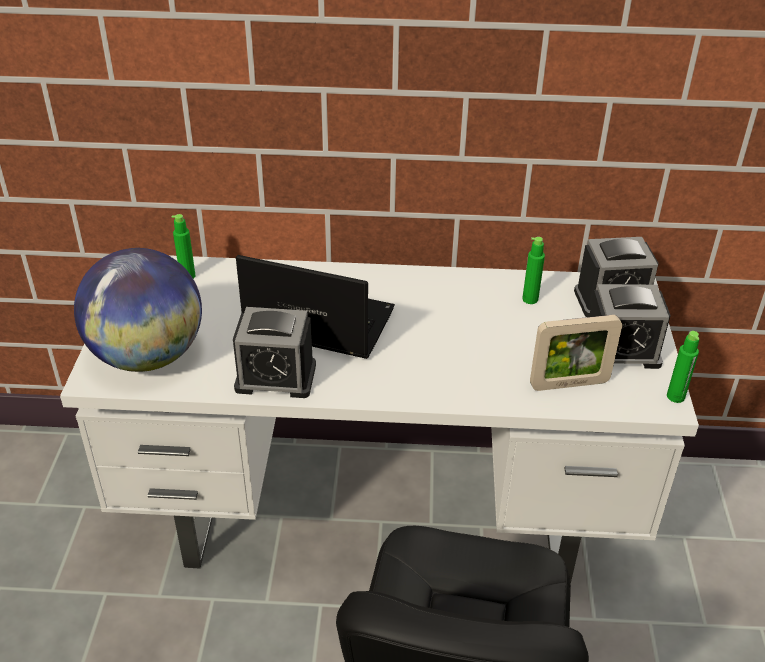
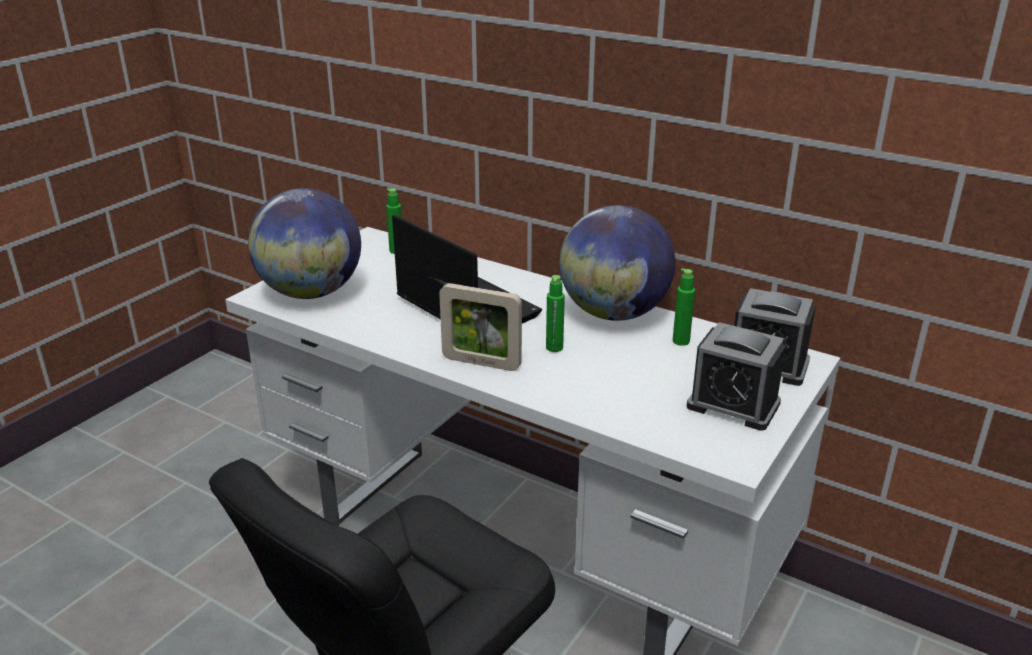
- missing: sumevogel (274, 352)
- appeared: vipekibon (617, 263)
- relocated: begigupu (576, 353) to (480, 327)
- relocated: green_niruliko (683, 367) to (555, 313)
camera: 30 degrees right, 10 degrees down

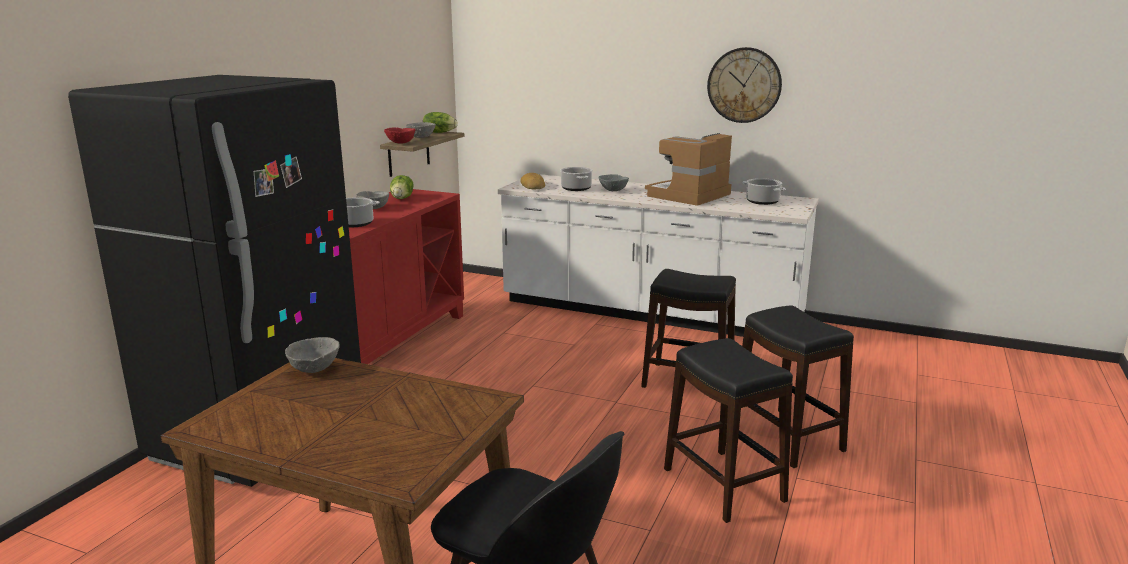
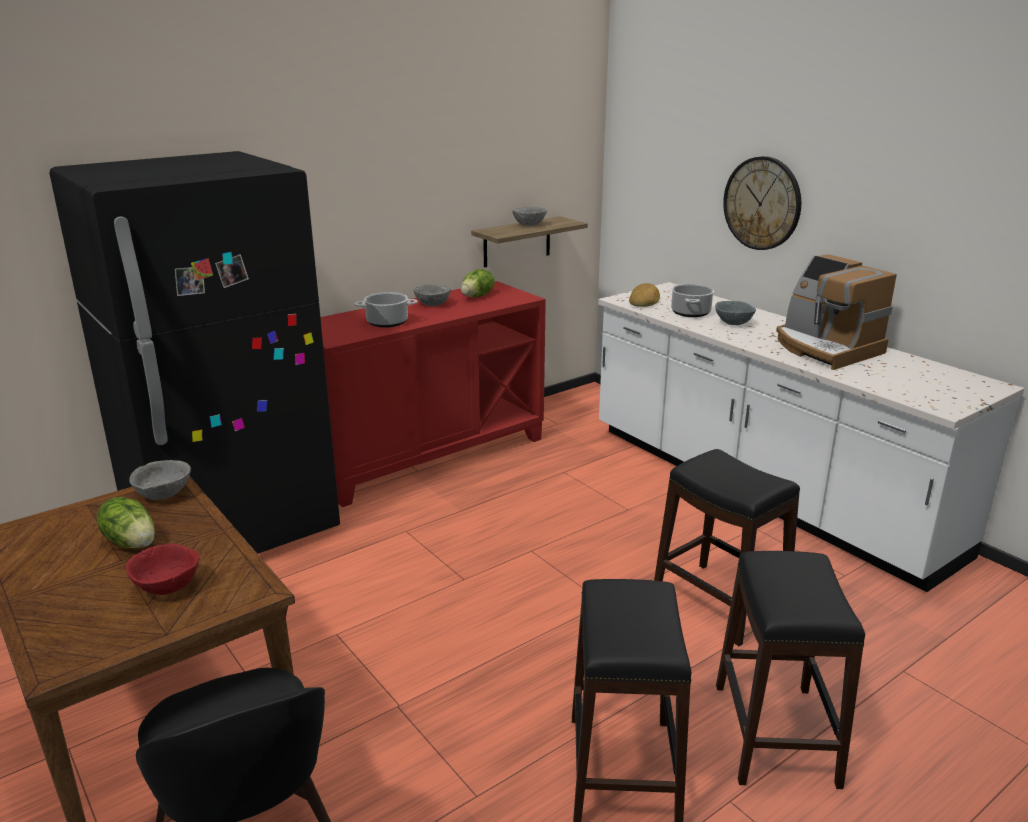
- missing: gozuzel (764, 191)
- relocated: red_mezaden (399, 135) to (162, 569)
- relocated: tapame (440, 122) to (126, 522)
- relocated: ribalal (744, 85) to (762, 203)
- spun: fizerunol (688, 169) = (836, 312) 105 degrees counterclockwise
camera: 30 degrees right, 5 degrees up

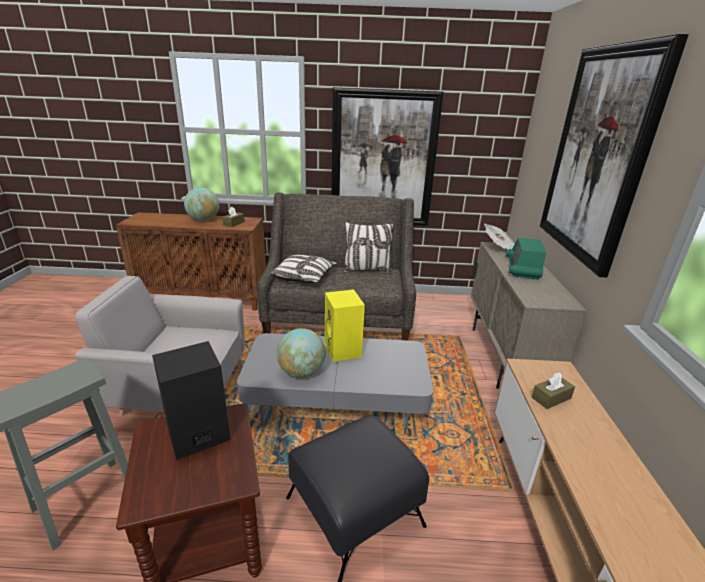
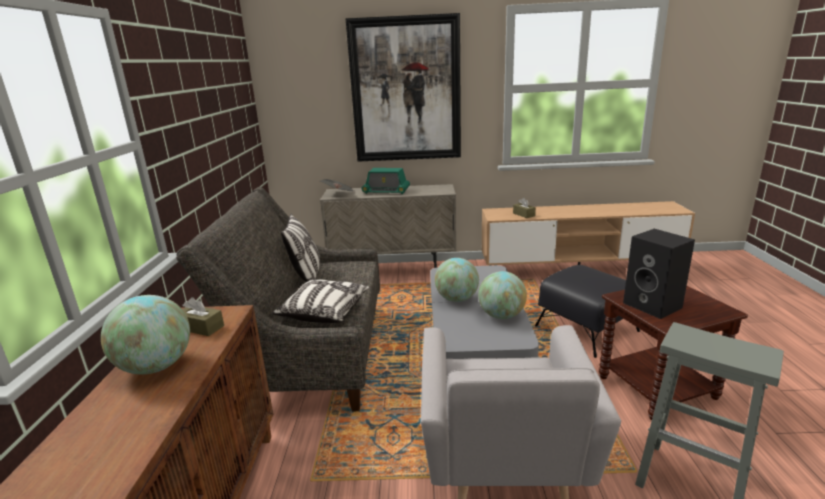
- missing: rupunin (388, 156)
- exchanged: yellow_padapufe (345, 325) to vipekibon (457, 280)
camera: 90 degrees left, 5 degrees down

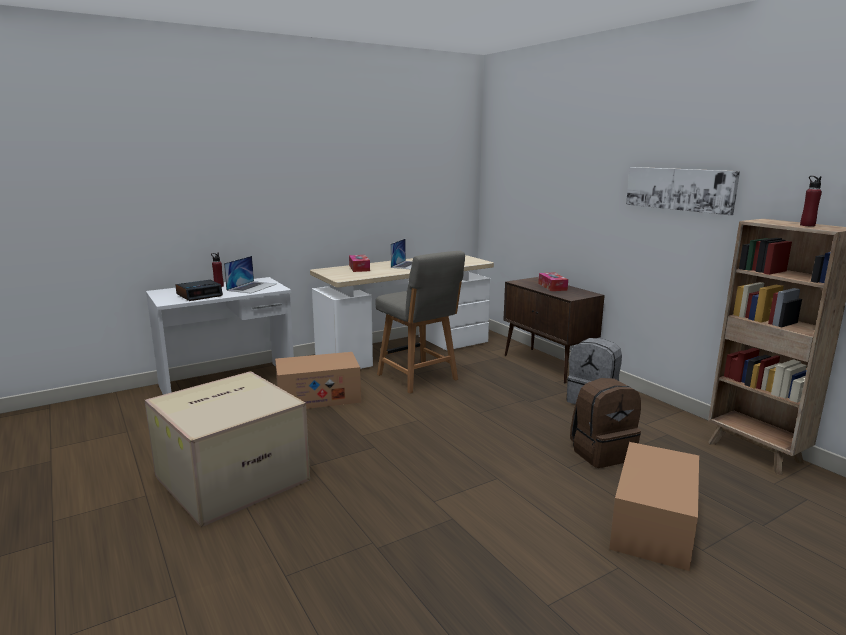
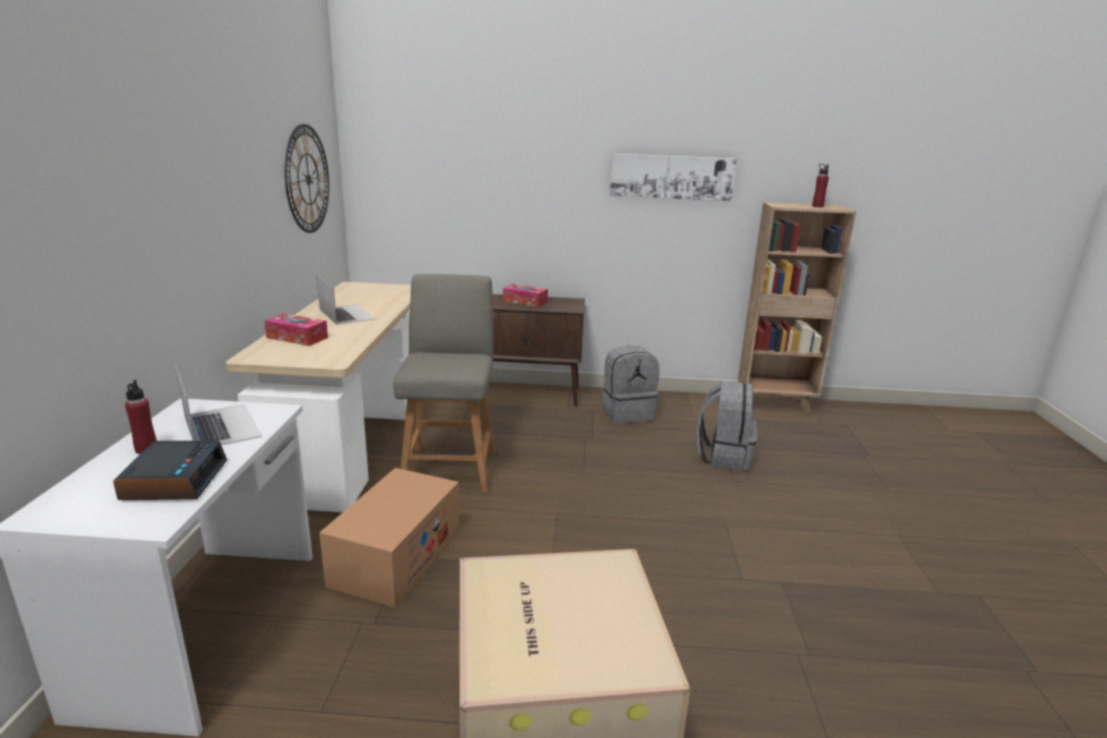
- missing: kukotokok (654, 506)
- appeared: ribalal (307, 178)
- colour: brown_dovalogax (605, 423) to grey_dovalogax (727, 425)
- spun: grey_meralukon (420, 322) = (443, 383) 90 degrees counterclockwise
camera: 55 degrees left, 5 degrees up

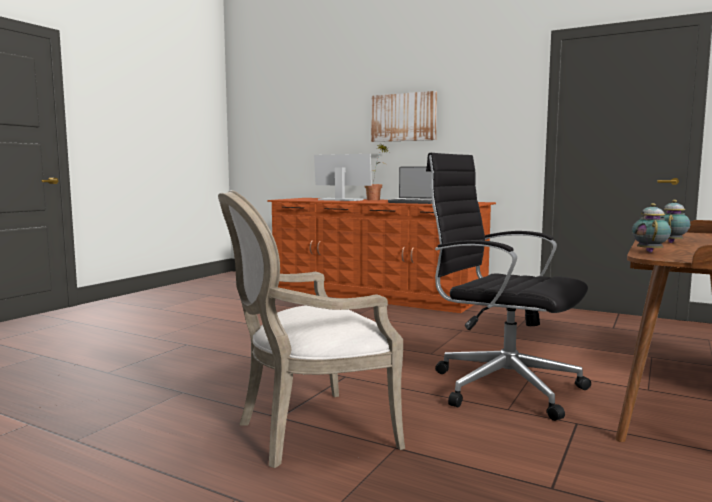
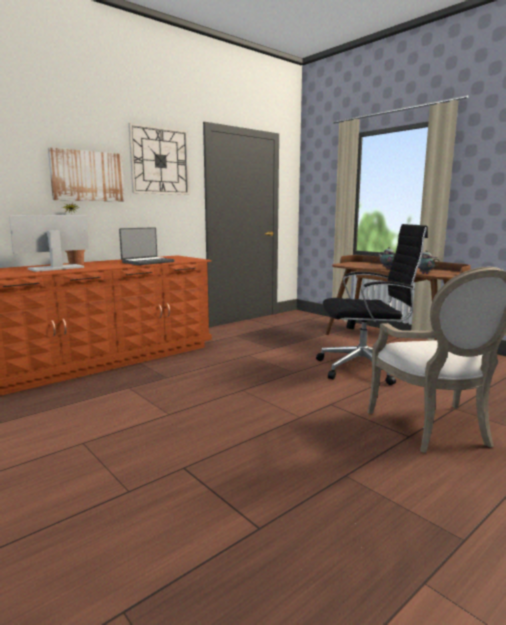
- appeared: ribalal (159, 159)
- spun: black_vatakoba (508, 287) = (372, 304) 150 degrees counterclockwise
camera: 70 degrees left, 5 degrees up

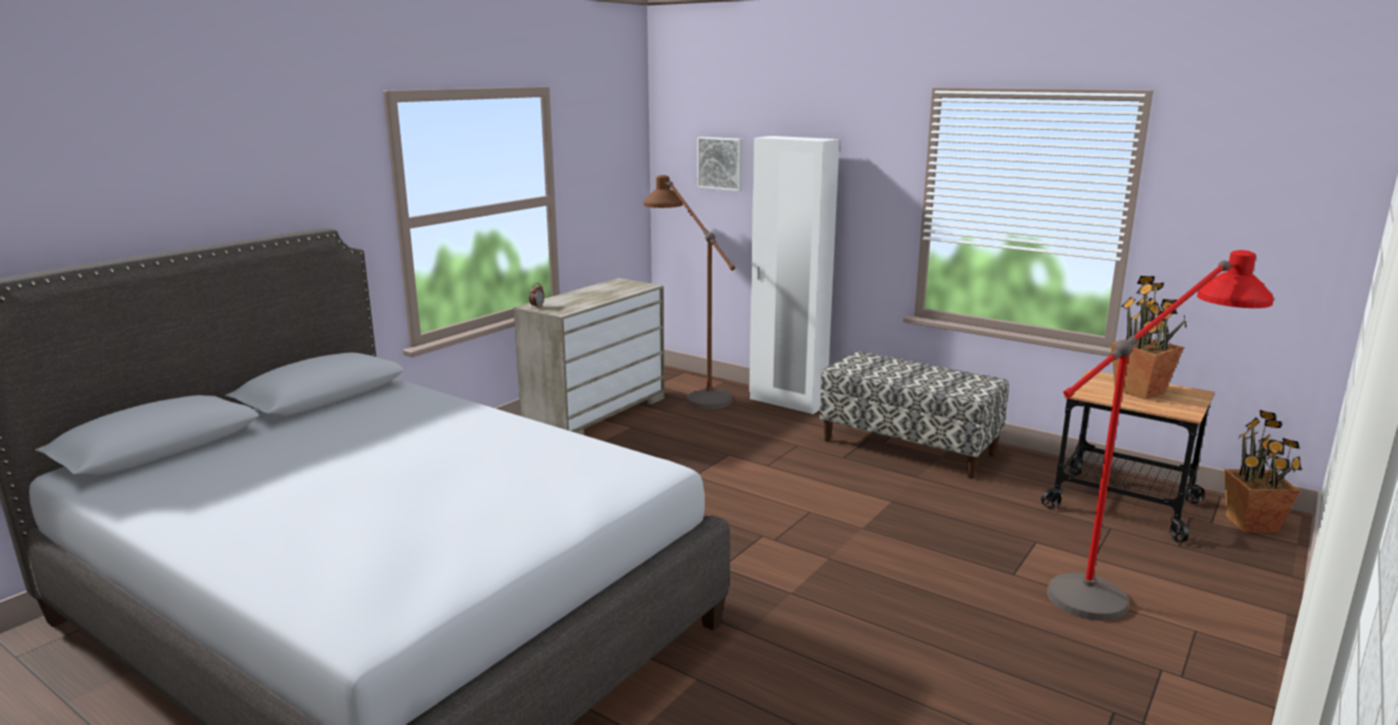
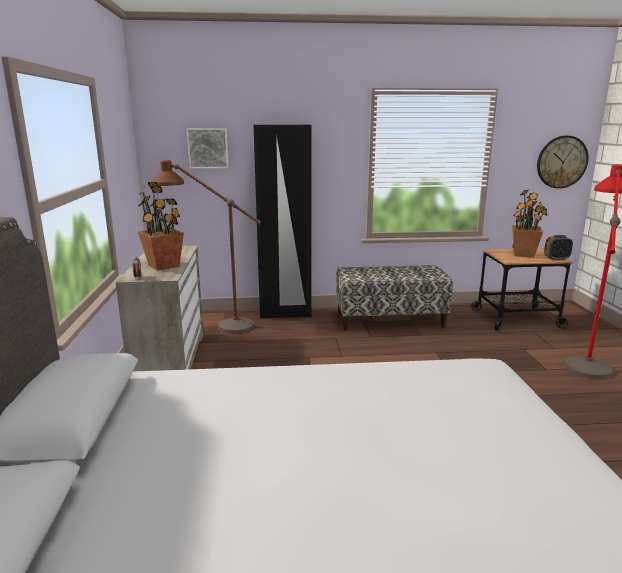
- appeared: ribalal (563, 162)
- appeared: sumevogel (558, 247)
- relocated: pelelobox (1263, 471) to (161, 226)
- colour: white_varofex (794, 275) to black_varofex (282, 222)
camera: 40 degrees left, 0 degrees up

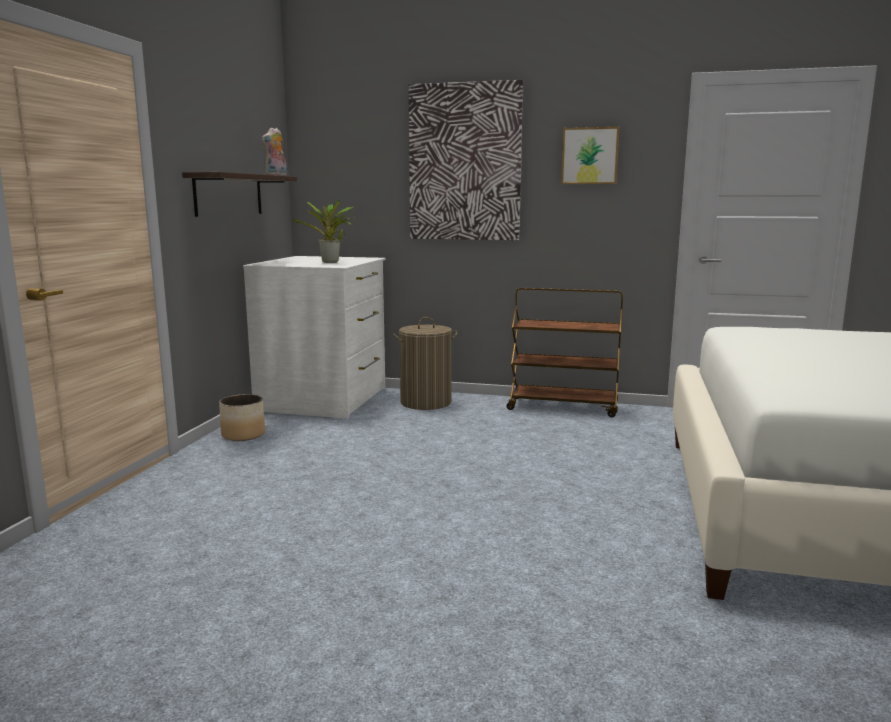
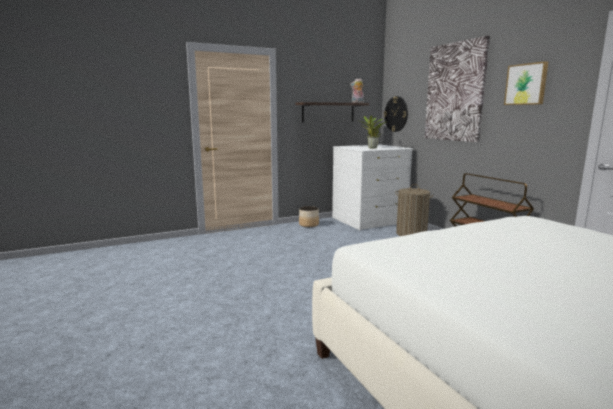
- appeared: ribalal (396, 114)
camera: 50 degrees right, 0 degrees up

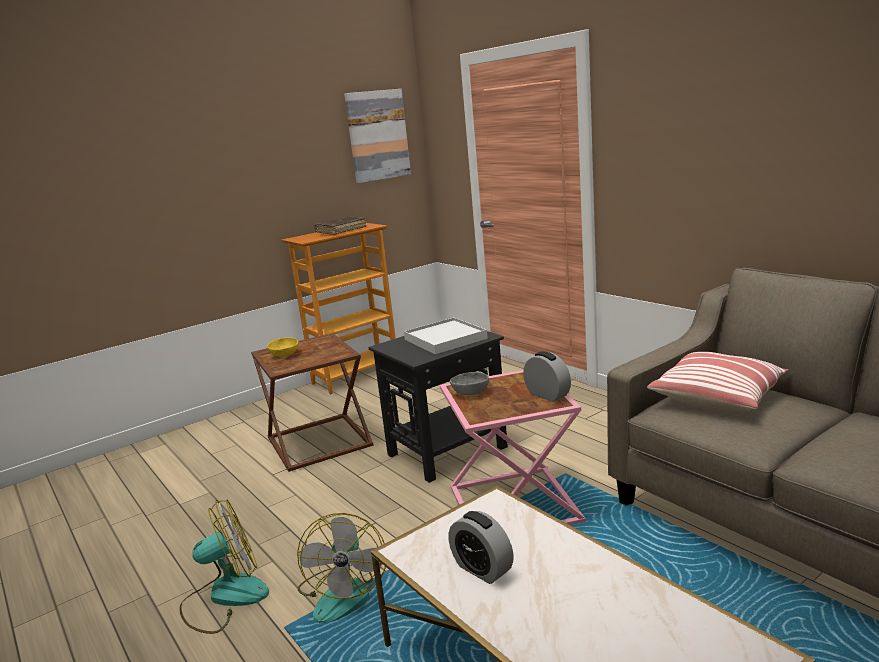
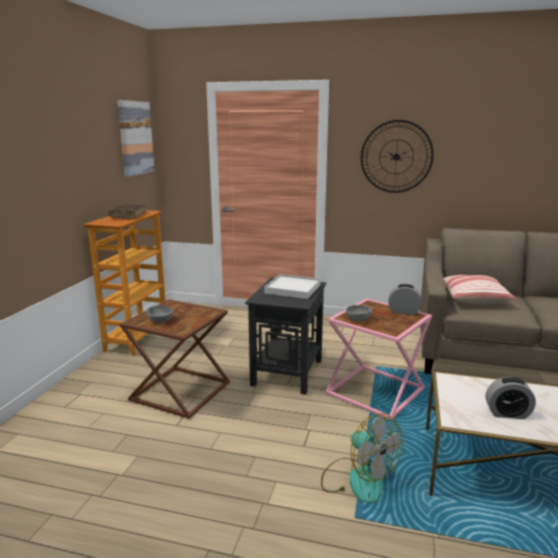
- missing: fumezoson (224, 566)
- appeared: ribalal (397, 156)
- colour: yellow_mezaden (282, 347) to grey_mezaden (160, 314)
camera: 40 degrees left, 0 degrees up

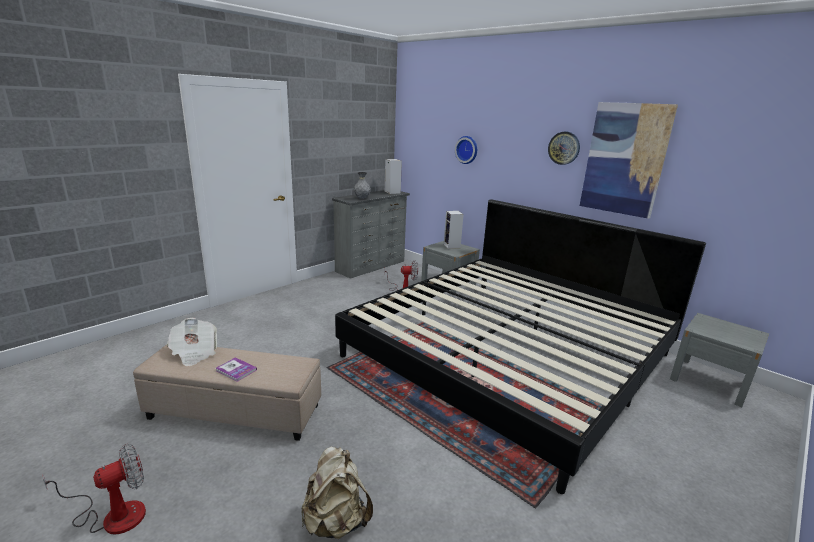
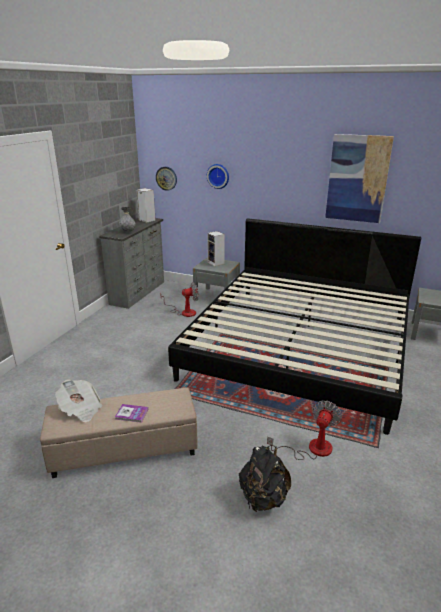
- relocated: fumezoson (94, 489) to (304, 430)
- relocated: ribalal (564, 148) to (166, 179)
- colour: beige_dovalogax (337, 493) to black_dovalogax (265, 478)
camera: 20 degrees left, 5 degrees up

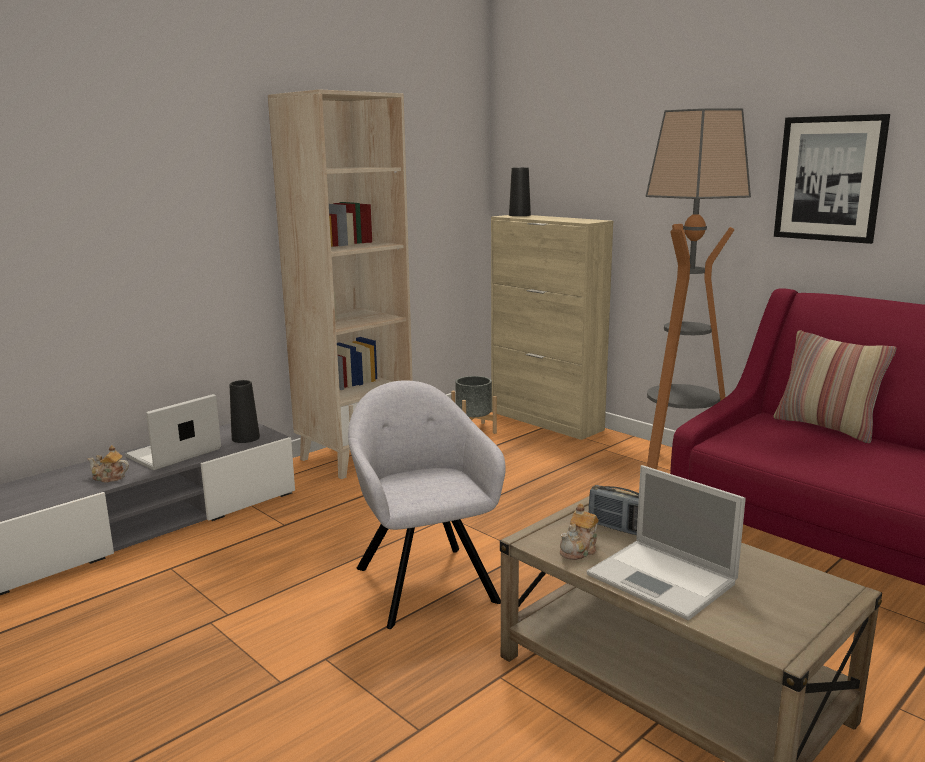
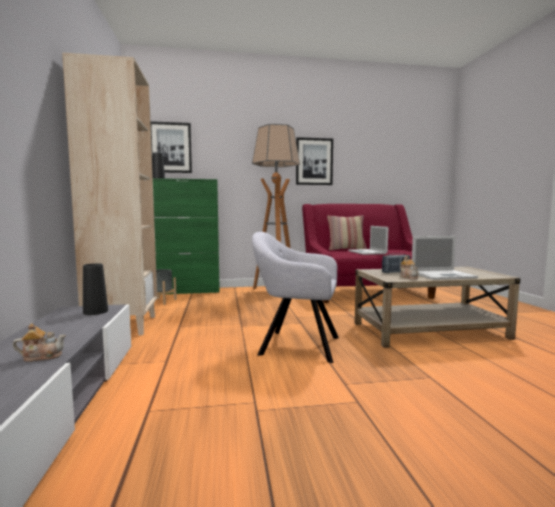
- appeared: rupunin (171, 147)
- relocated: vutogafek (173, 432) to (368, 240)
- colour: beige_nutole (552, 327) to green_nutole (186, 236)
- spun: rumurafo (108, 464) = (39, 342) 150 degrees counterclockwise
camera: 55 degrees left, 10 degrees down

